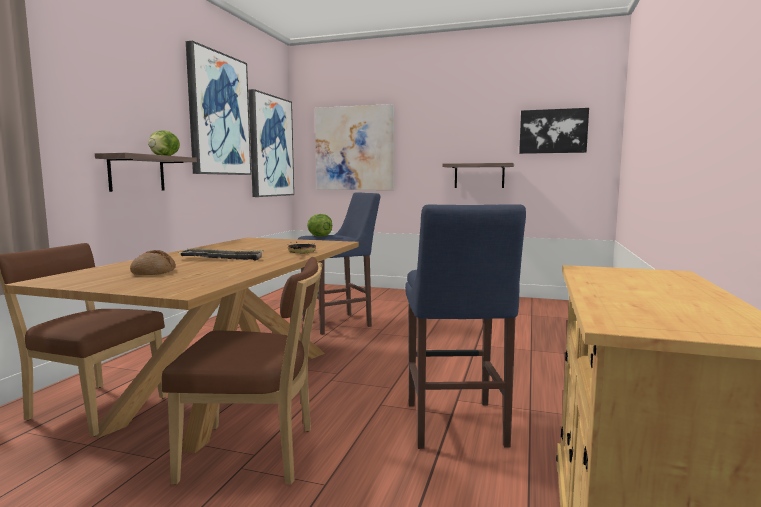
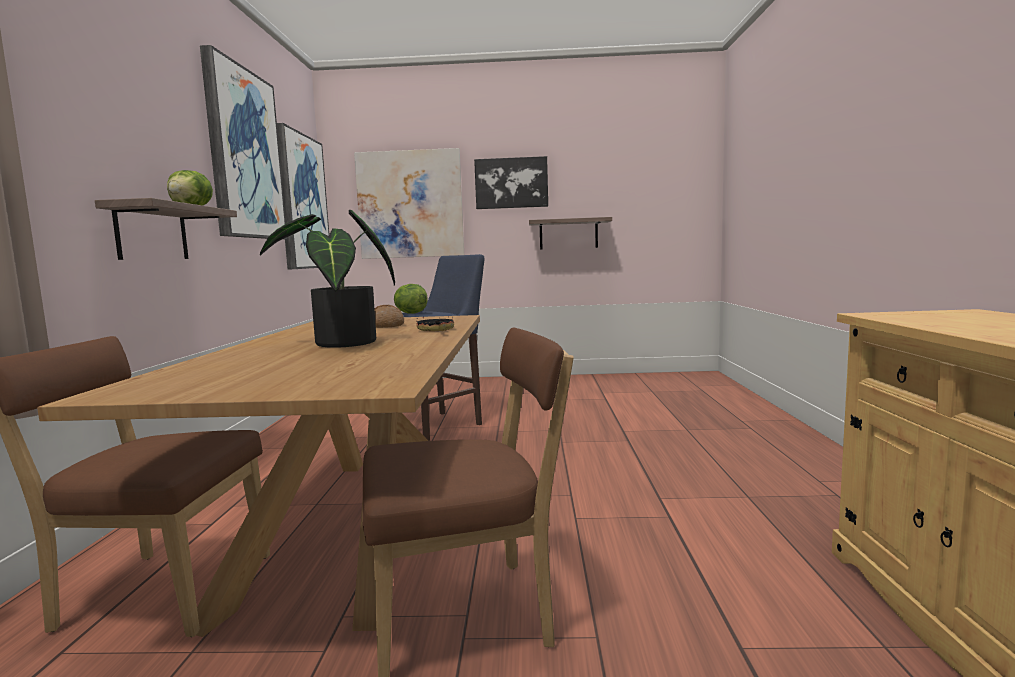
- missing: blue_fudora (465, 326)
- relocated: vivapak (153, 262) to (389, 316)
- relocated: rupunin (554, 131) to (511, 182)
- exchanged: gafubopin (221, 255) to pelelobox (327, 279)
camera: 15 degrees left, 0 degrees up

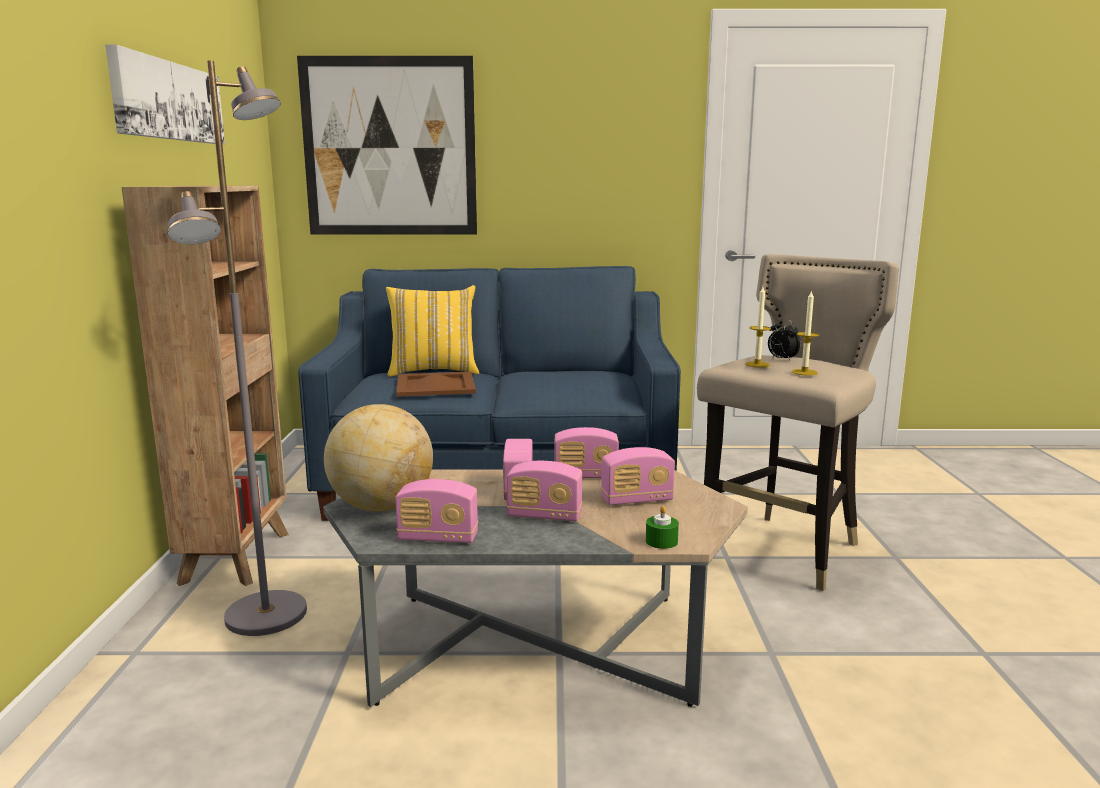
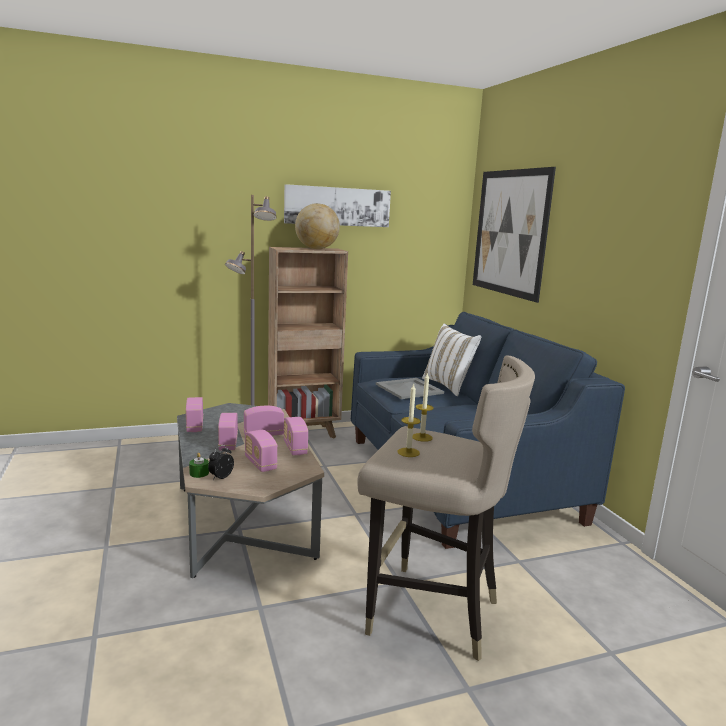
- relocated: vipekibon (378, 458) to (317, 226)
- relocated: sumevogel (784, 340) to (221, 462)
- colour: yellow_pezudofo (432, 331) to white_pezudofo (451, 360)
- colour: brown_gafubopin (436, 384) to grey_gafubopin (410, 388)
camera: 70 degrees right, 0 degrees up

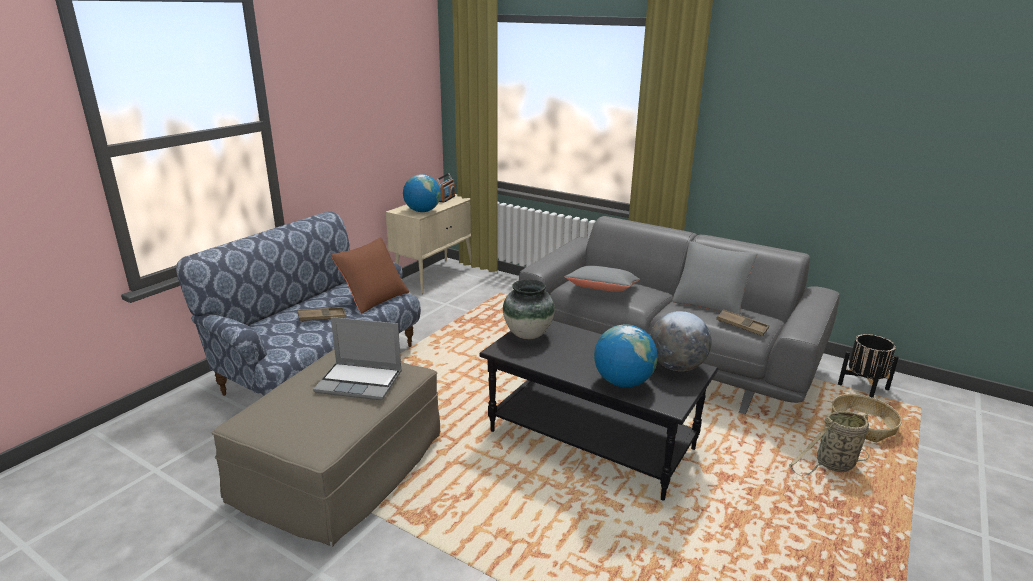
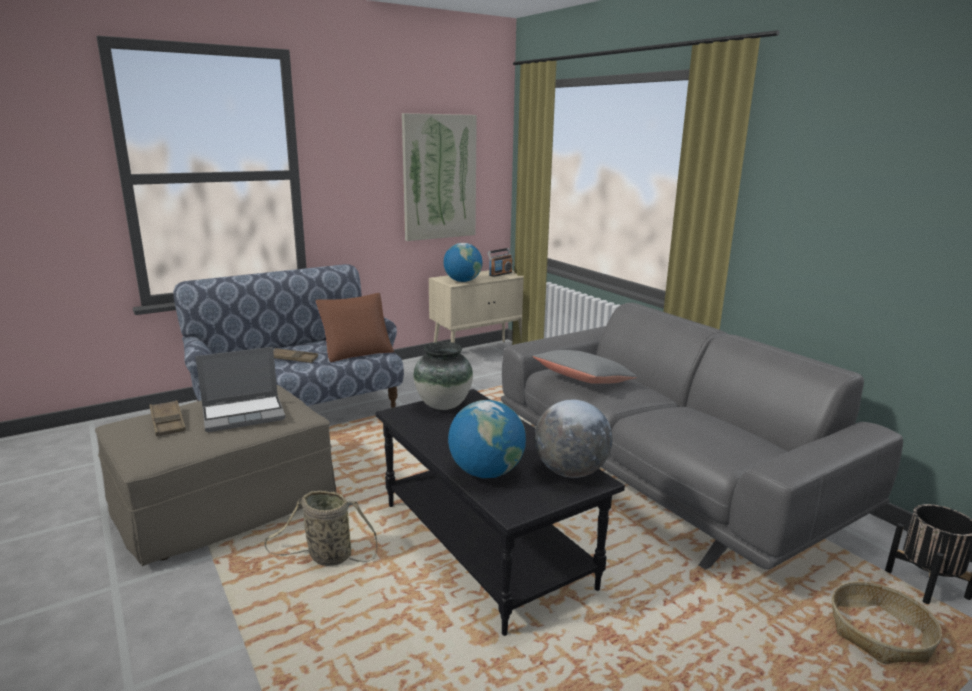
- missing: grey_pezudofo (714, 278)
- appeared: rupunin (439, 177)
- relocated: brown_gafubopin (742, 322) to (167, 418)
- relocated: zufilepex (829, 443) to (321, 528)
- spun: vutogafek (357, 358) = (240, 389) 60 degrees counterclockwise
camera: 25 degrees right, 5 degrees down

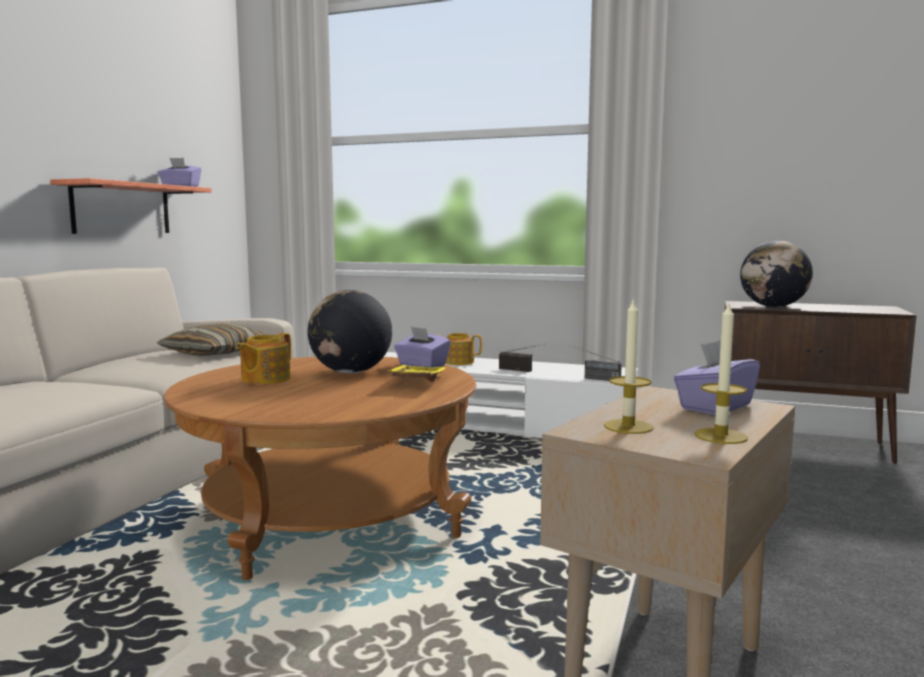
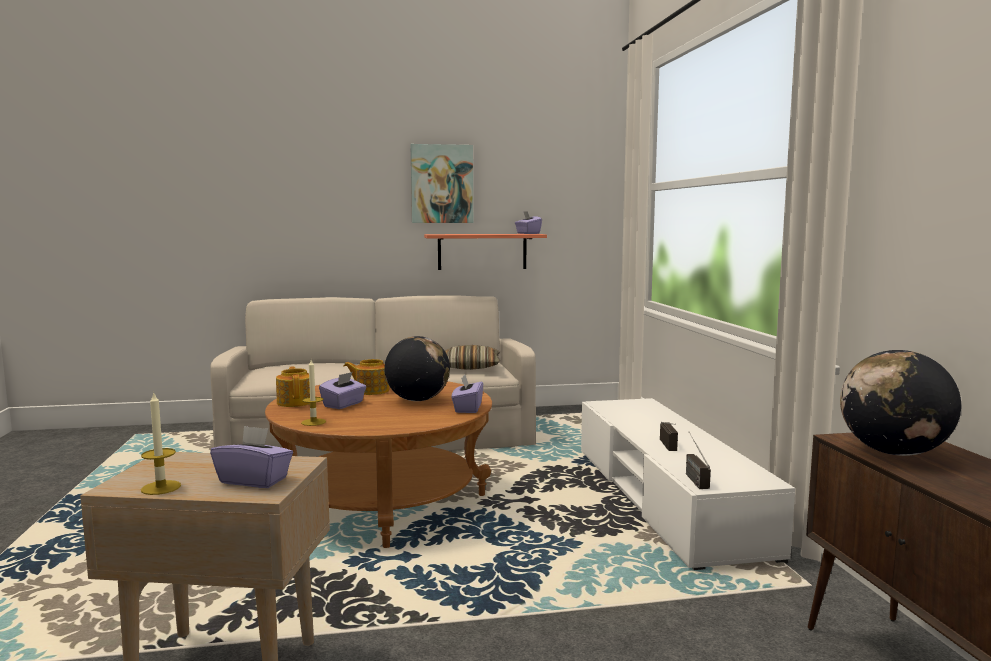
- missing: yellow_gafubopin (417, 373)
- appeared: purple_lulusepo (342, 390)
- appeared: rupunin (442, 183)
- relocated: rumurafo (459, 349) to (293, 386)
- relocated: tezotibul (628, 366) to (313, 393)
camera: 60 degrees right, 0 degrees up

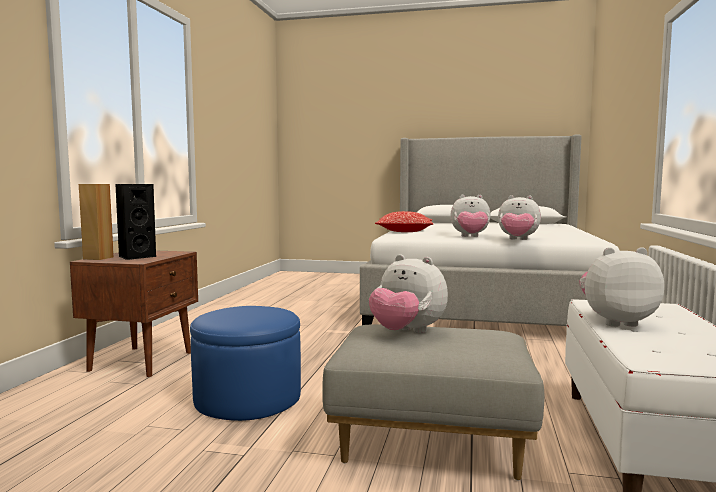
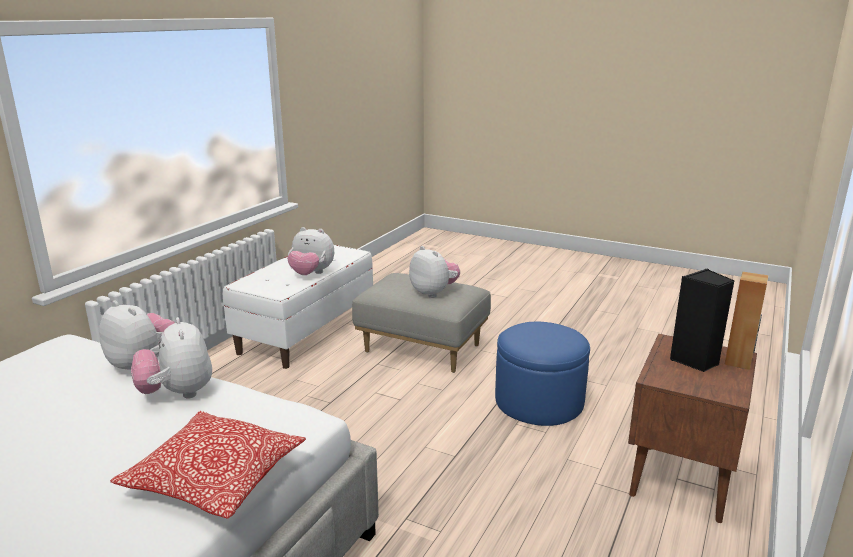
- spun: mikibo (471, 216) = (171, 358) 135 degrees counterclockwise
camera: 165 degrees left, 15 degrees up

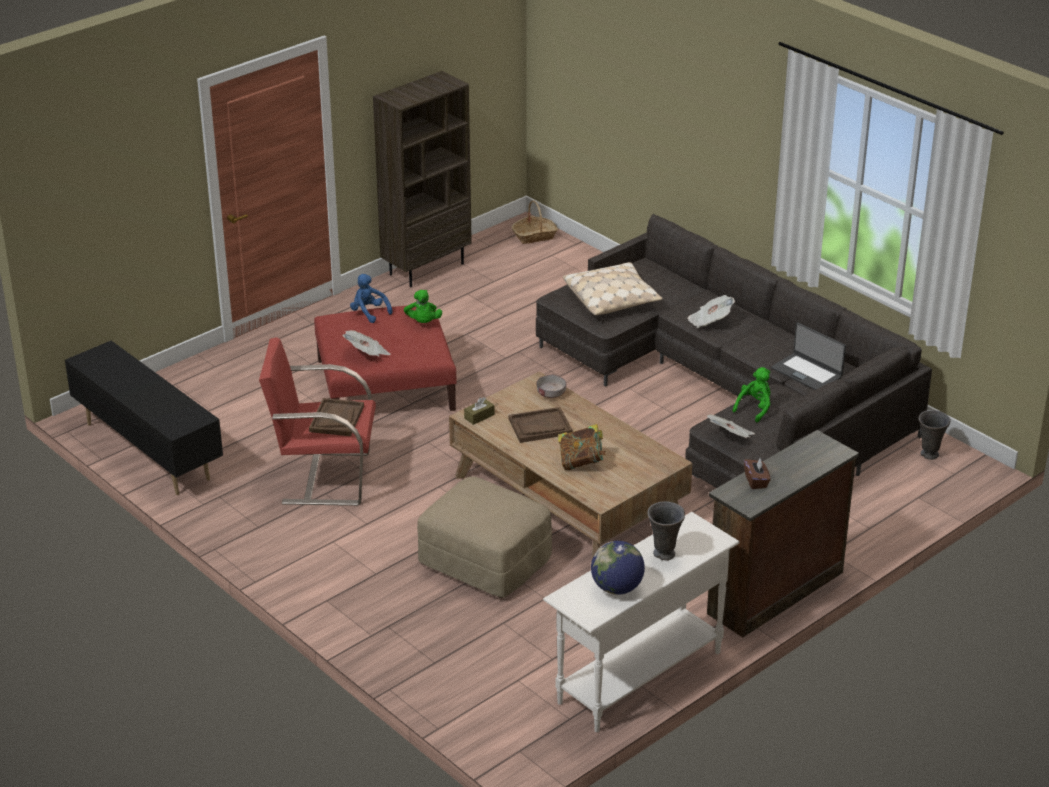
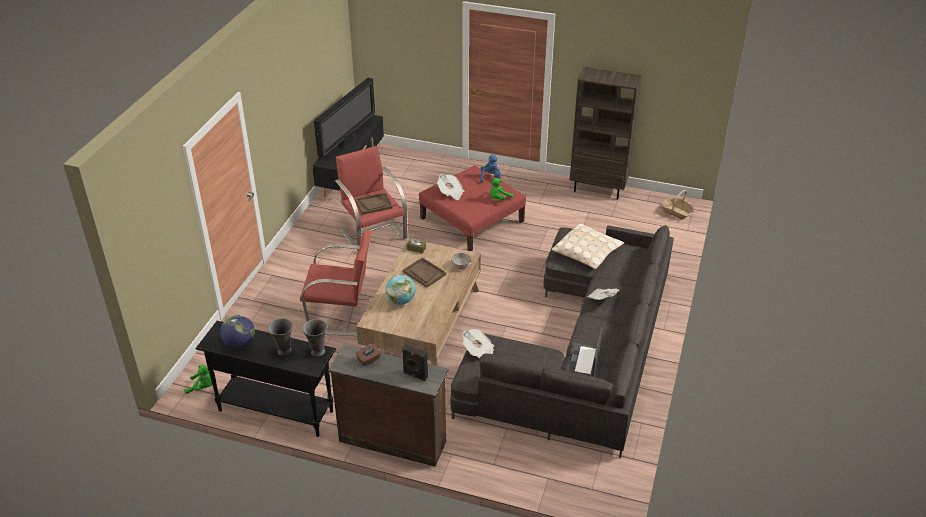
- appeared: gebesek (344, 118)
- appeared: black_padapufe (415, 362)
- relocated: green_mikibo (751, 394) to (198, 379)
- relocated: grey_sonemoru (934, 435) to (314, 338)
- exchanged: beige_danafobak (484, 537) to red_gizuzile (336, 283)
- exchanged: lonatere (582, 447) to vipekibon (400, 289)
- colour: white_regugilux (641, 622) to black_regugilux (266, 379)
camera: 60 degrees right, 5 degrees up

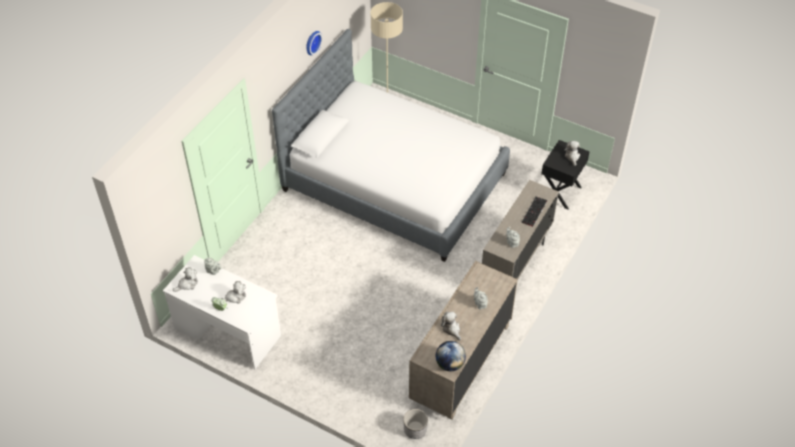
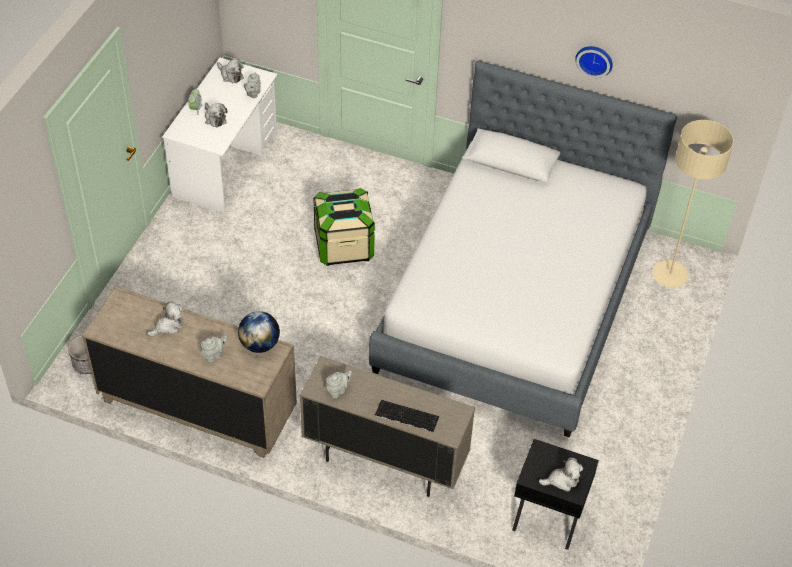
- appeared: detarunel (344, 227)
- relocated: vipekibon (451, 356) to (259, 332)
camera: 80 degrees right, 0 degrees up

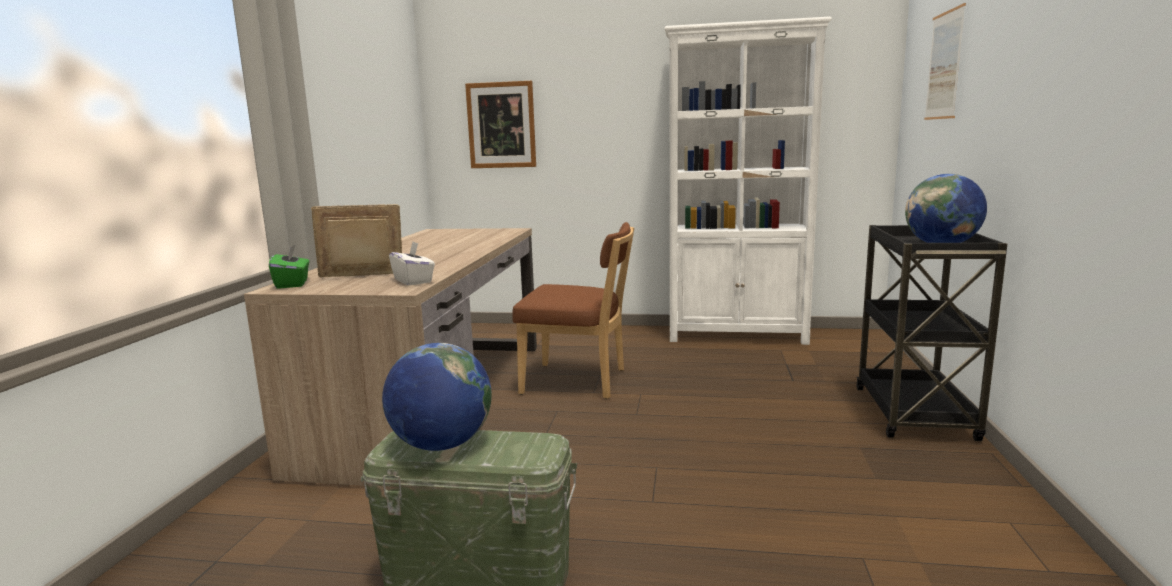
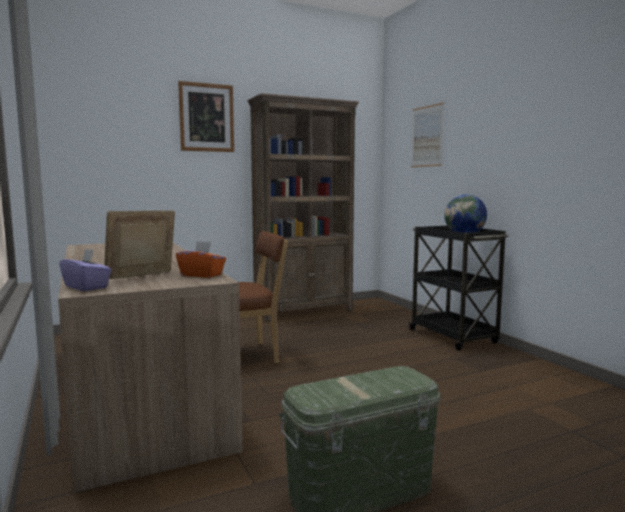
- missing: vipekibon (437, 397)
- relocated: rupunin (500, 124) to (206, 116)
- colour: green_lulusepo (289, 266) to purple_lulusepo (85, 269)
- colour: white_lulusepo (412, 264) to orange_lulusepo (201, 259)
- colour: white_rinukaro (748, 181) to brown_rinukaro (303, 207)
camera: 35 degrees left, 5 degrees down

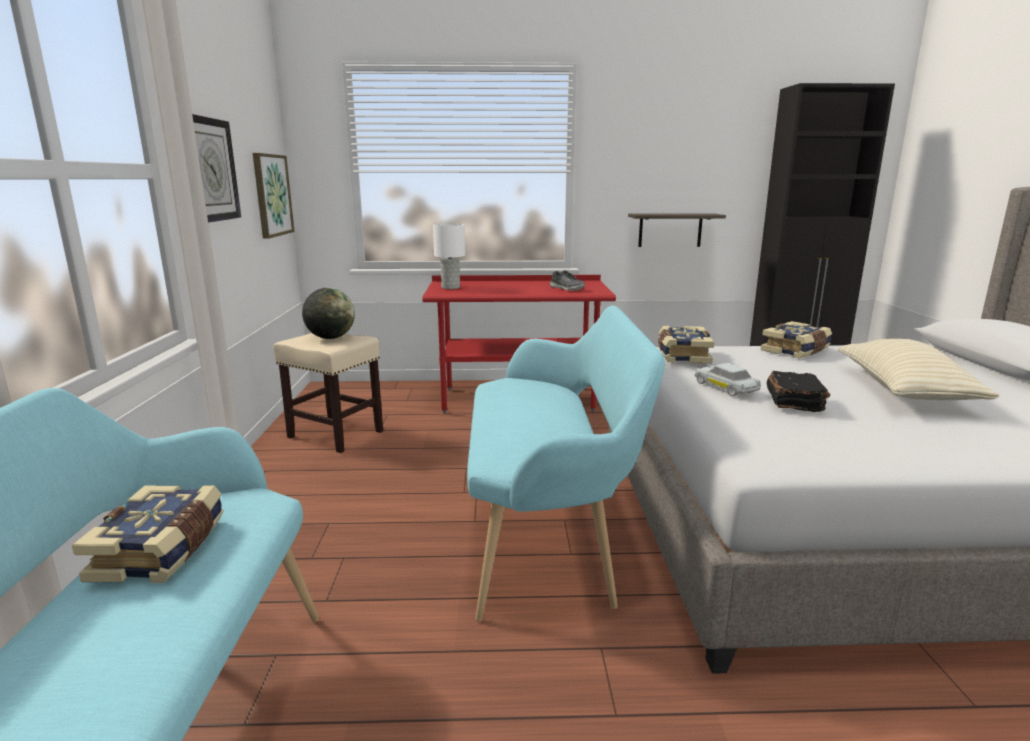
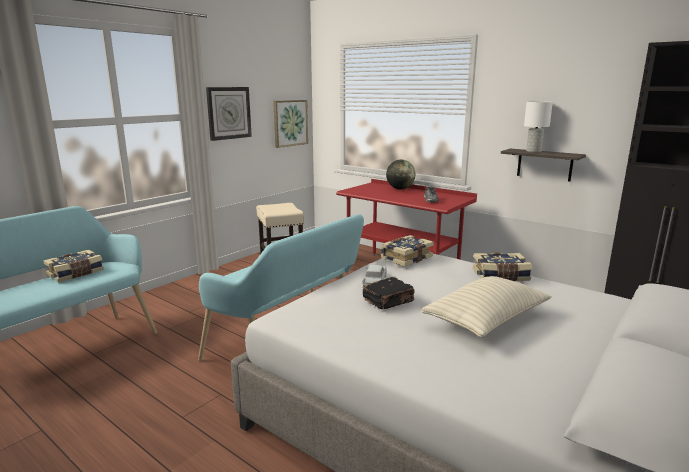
- relocated: vipekibon (328, 313) to (400, 174)
- relocated: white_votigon (449, 256) to (538, 126)
camera: 40 degrees right, 0 degrees up

